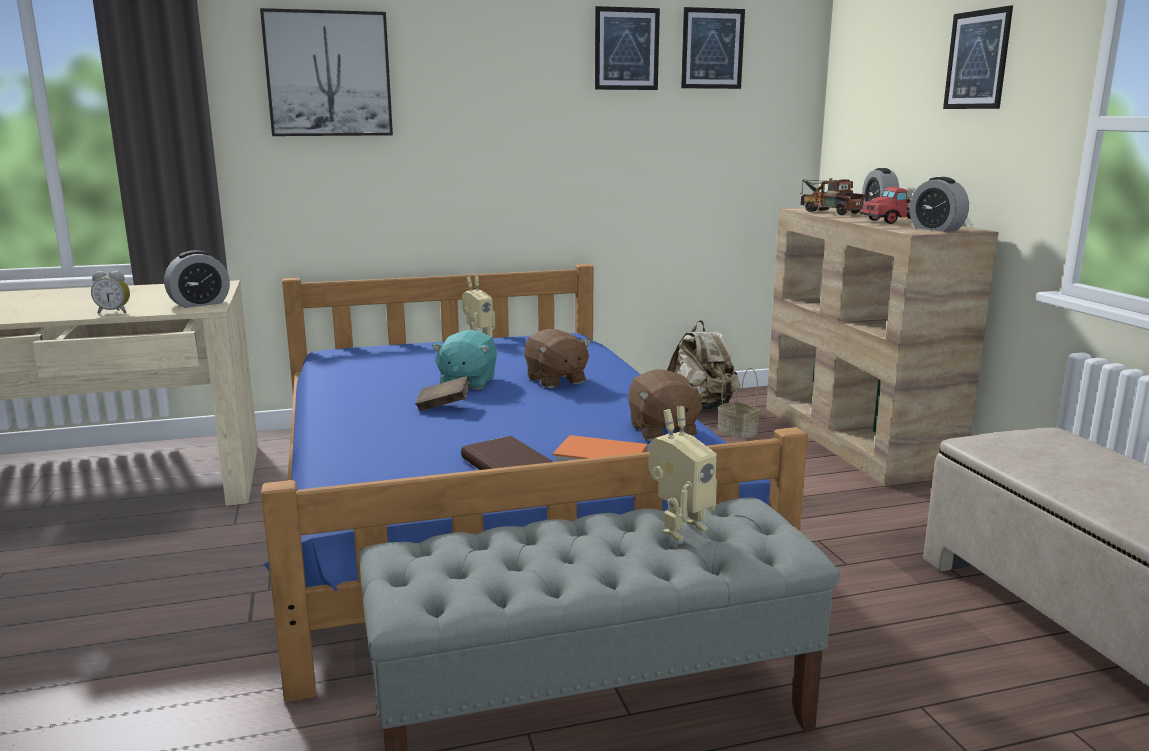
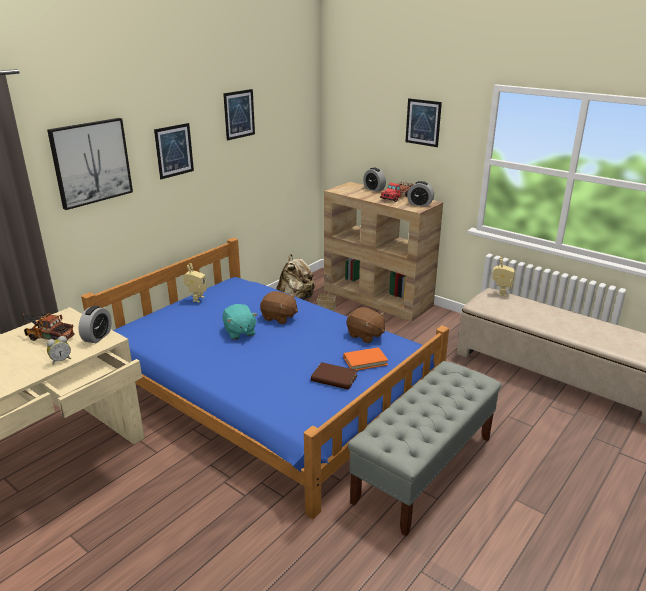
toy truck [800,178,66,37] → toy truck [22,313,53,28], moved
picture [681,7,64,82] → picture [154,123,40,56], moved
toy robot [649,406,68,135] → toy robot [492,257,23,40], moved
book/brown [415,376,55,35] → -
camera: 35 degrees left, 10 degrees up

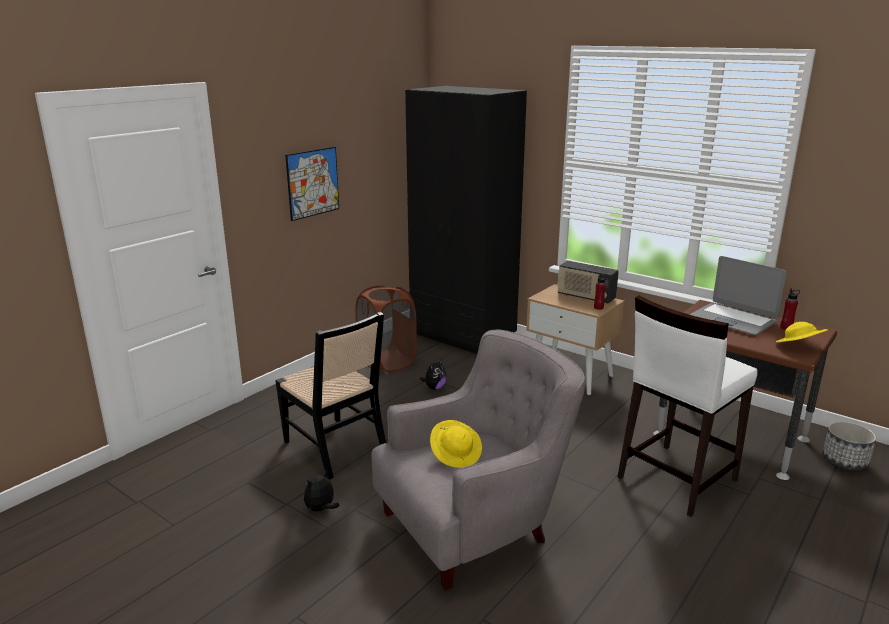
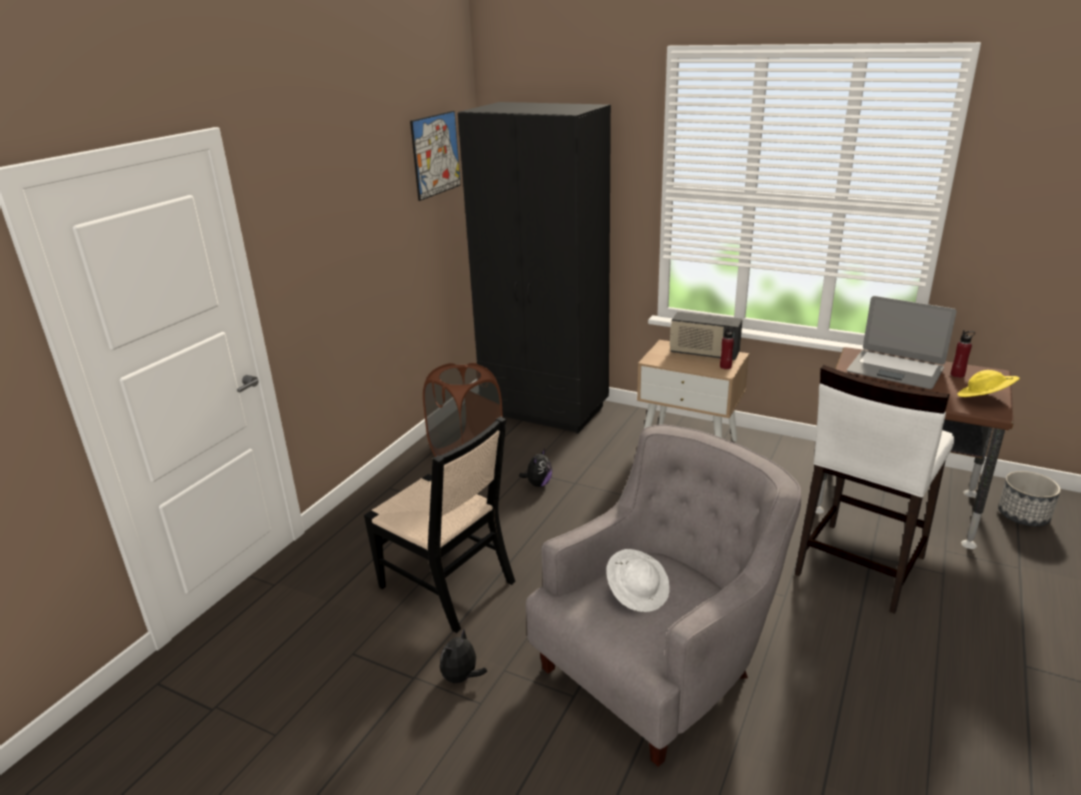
picture [285,147,54,74] → picture [410,111,51,90], moved
hat/yellow [430,420,52,48] → hat/white [606,549,63,63]
camera: 10 degrees left, 5 degrees up

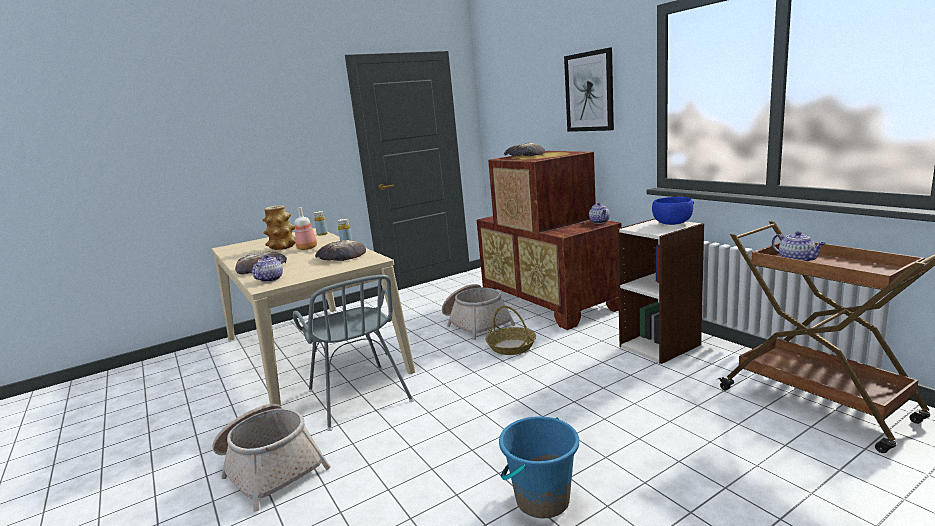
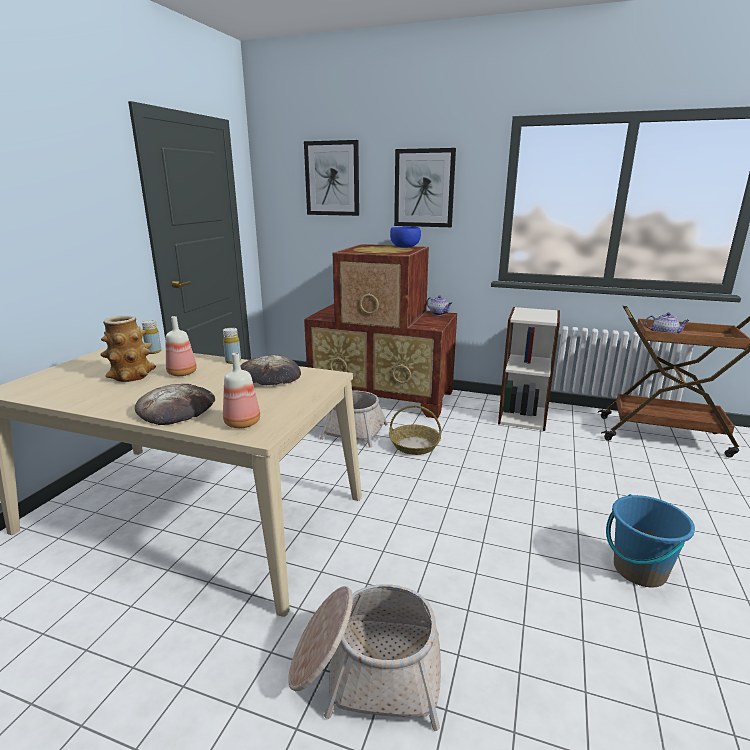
teapot [252,255,31,27] → bottle [223,353,37,75]
- → picture [304,140,55,76]
bowl/blue [652,197,42,28] → bowl/blue [390,226,31,22], moved
chair/grey [293,275,121,156] → -
bread [504,142,41,14] → -
camera: 40 degrees left, 5 degrees up

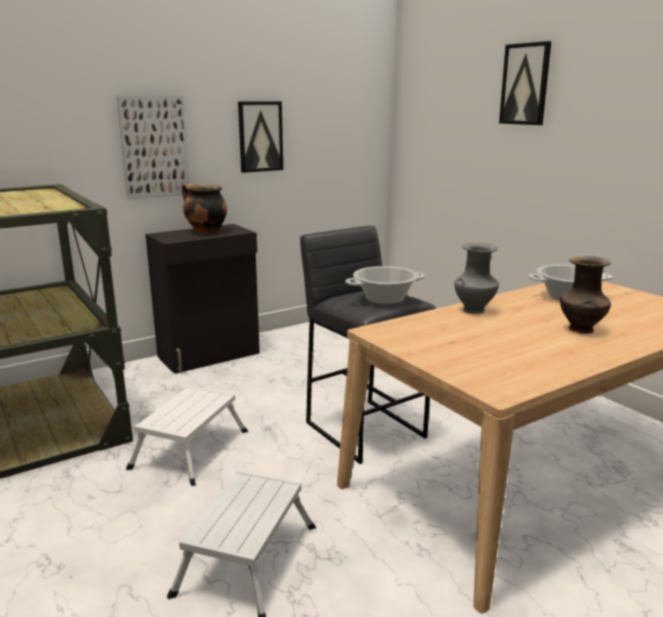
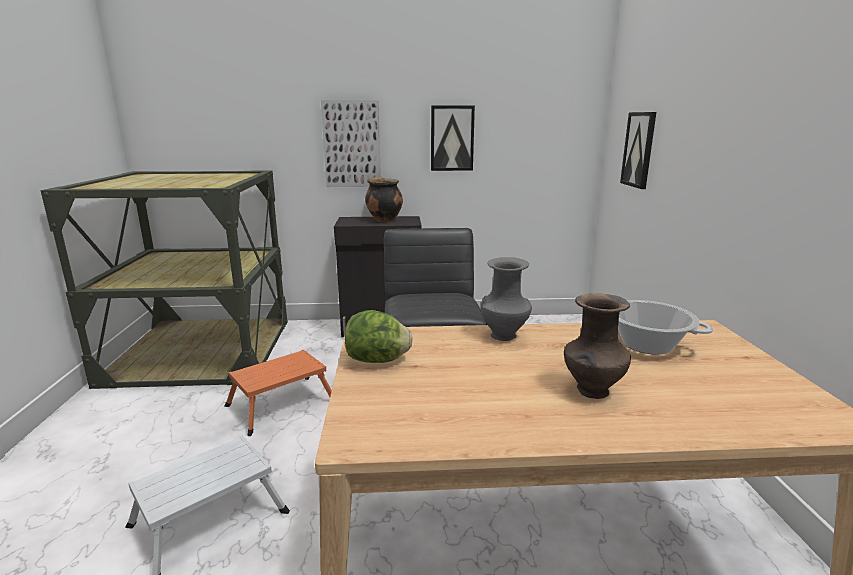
step ladder/white [126,386,122,100] → step ladder/orange [224,350,108,86]
- → lettuce [345,310,68,53]
picture [499,41,52,84] → picture [620,112,36,77], moved
cooking pot [345,266,80,38] → -
camera: 30 degrees right, 0 degrees up

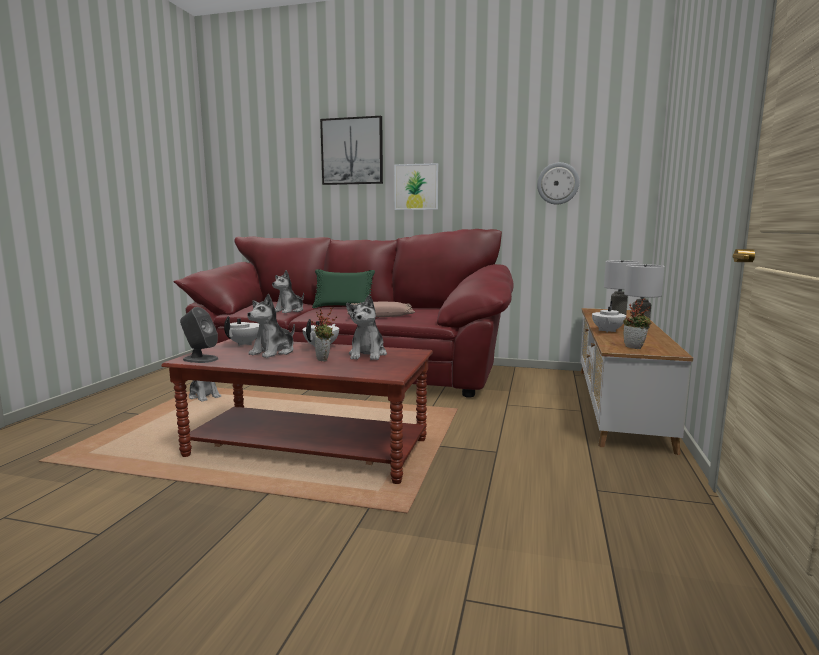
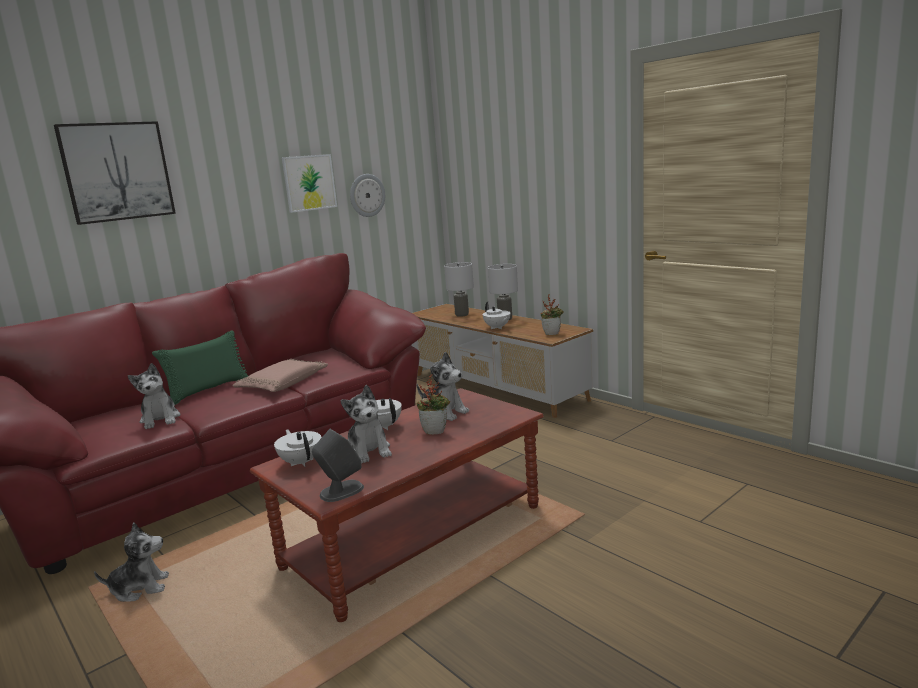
picture [394,163,44,47] → picture [282,154,55,59], moved
camera: 55 degrees left, 5 degrees up

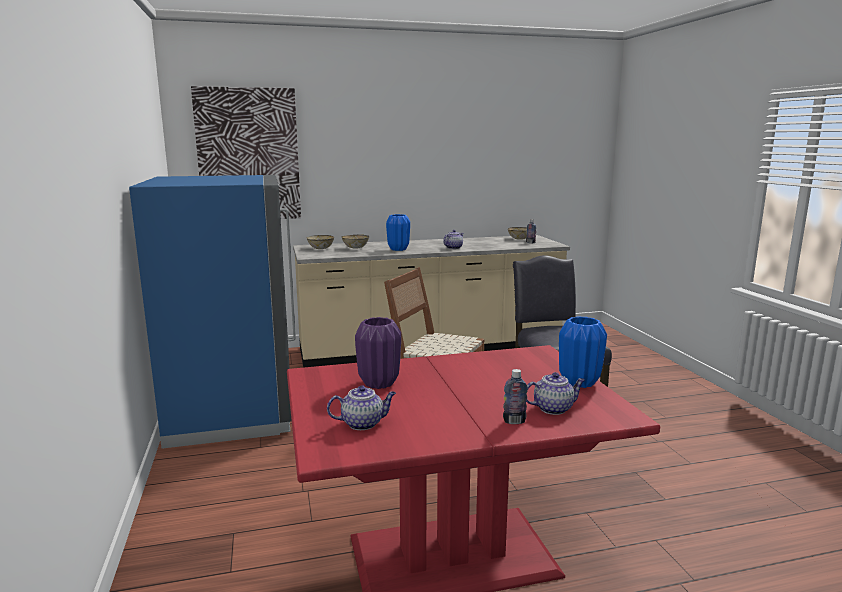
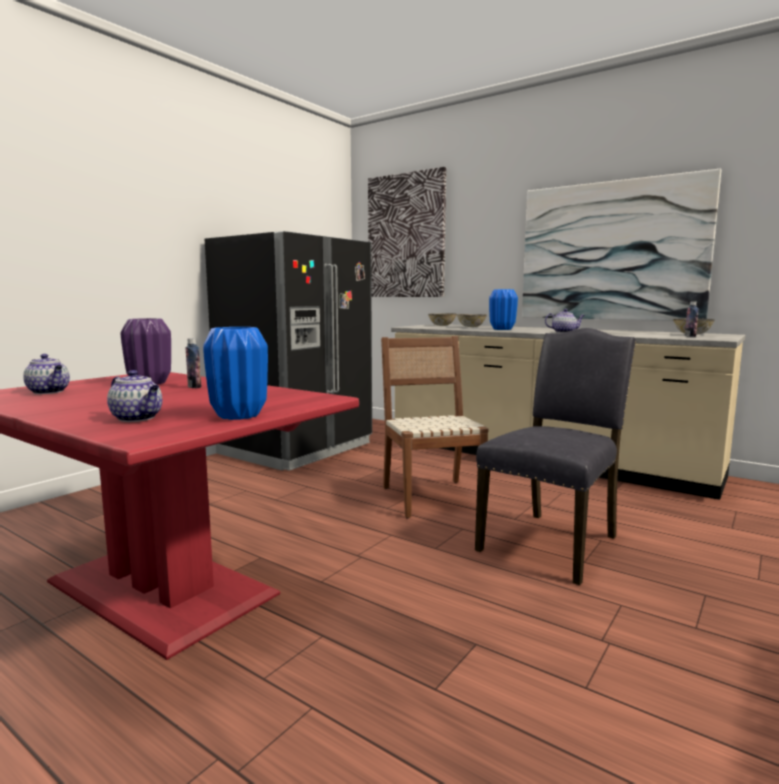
bottle [503,369,25,55] → bottle [185,338,16,50], moved
fridge/blue [129,175,167,274] → fridge/black [205,231,167,240]
- → picture [522,169,199,152]
camera: 50 degrees right, 5 degrees down

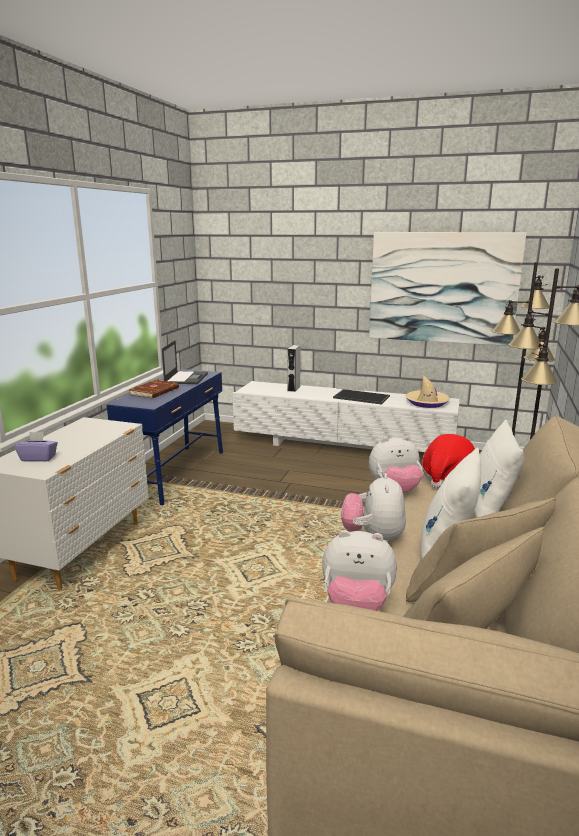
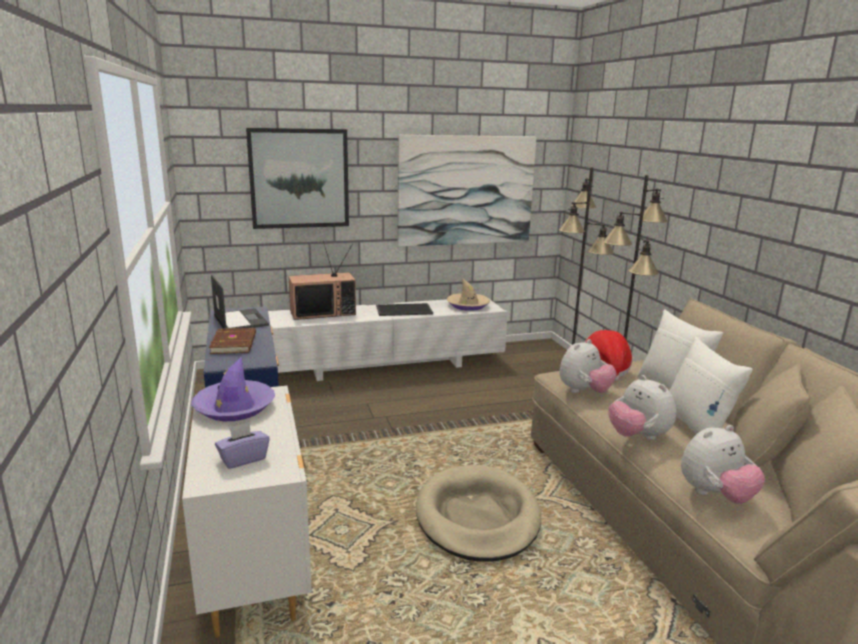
- → hat/purple [191,357,84,64]
- → picture [246,128,103,101]
speaker/grey [288,345,13,47] → television [289,240,67,80]
- → dog bed/beige [416,465,125,97]
camera: 35 degrees left, 0 degrees up

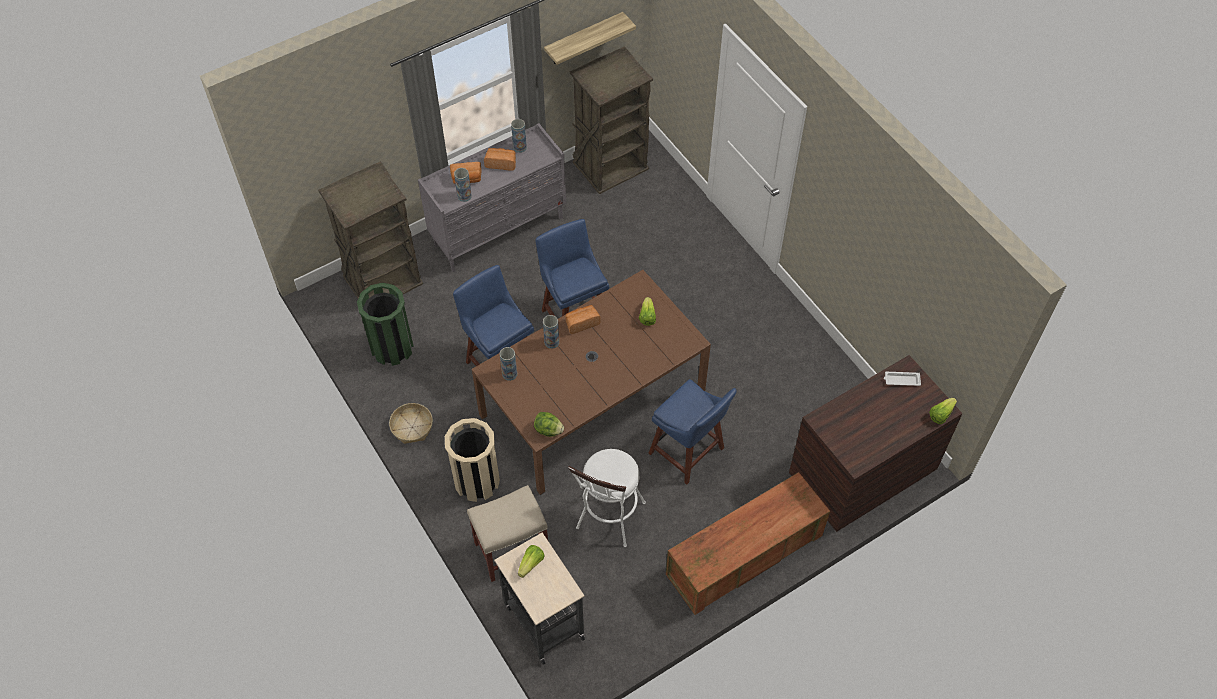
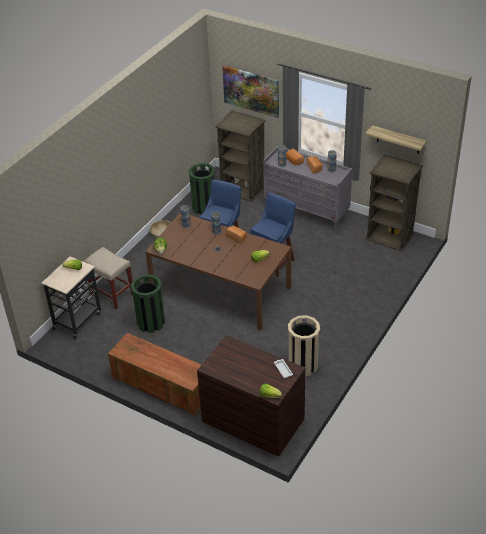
stool/white [568,449,78,98] → trash can/green [131,274,34,59]
- → picture [222,65,57,53]
trash can/beige [445,418,55,84] → trash can/beige [288,315,32,61], moved
chair/blue [649,379,88,106] → -
camera: 65 degrees right, 15 degrees down

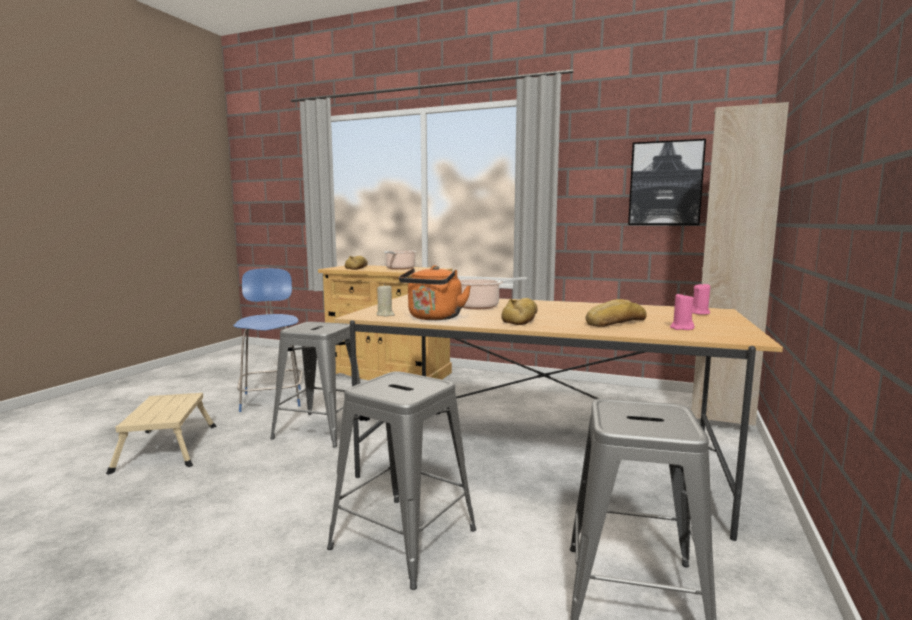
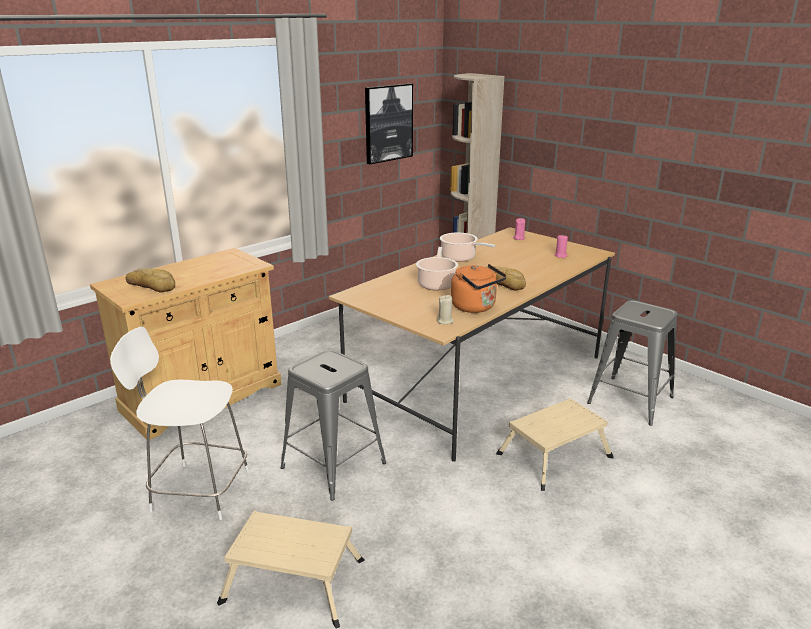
chair/blue [233,268,70,144] → chair/white [110,327,139,193]
cooking pot [384,250,33,20] → cooking pot [440,233,55,29], moved
stool/grey [327,371,149,219] → step ladder/beige [496,398,118,93]
bread [585,299,62,28] → -
camera: 65 degrees left, 15 degrees up

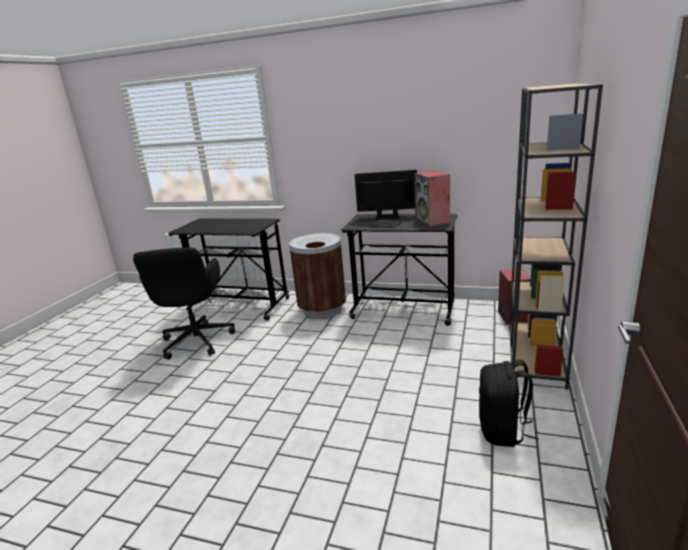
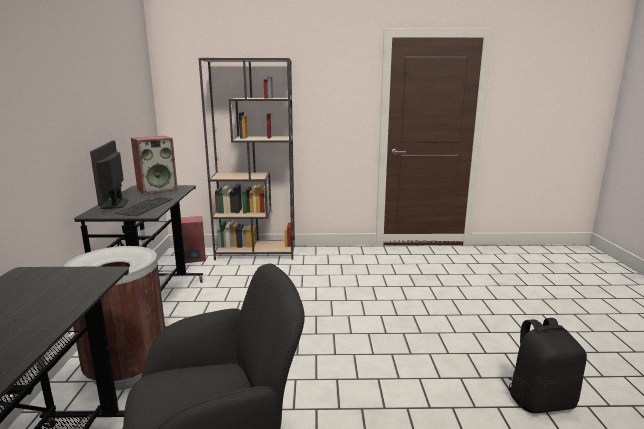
backpack/black [479,360,59,87] → backpack/black [508,318,79,95], moved
camera: 110 degrees left, 5 degrees down

